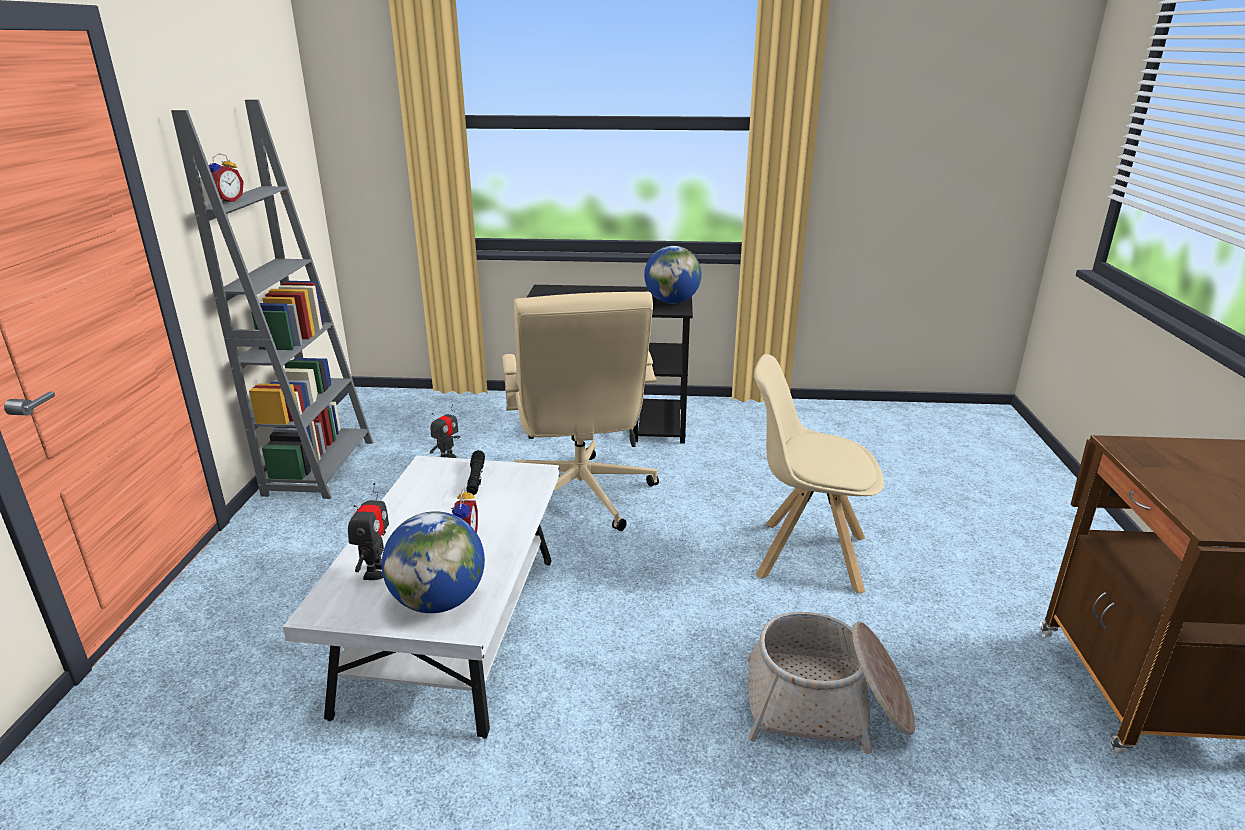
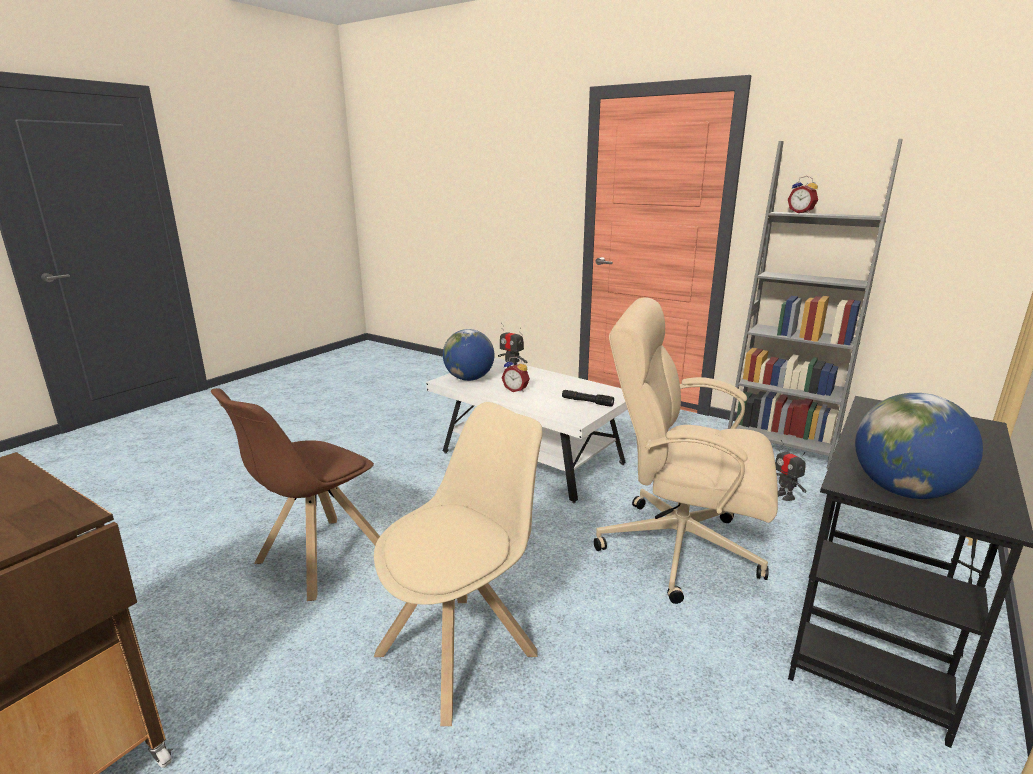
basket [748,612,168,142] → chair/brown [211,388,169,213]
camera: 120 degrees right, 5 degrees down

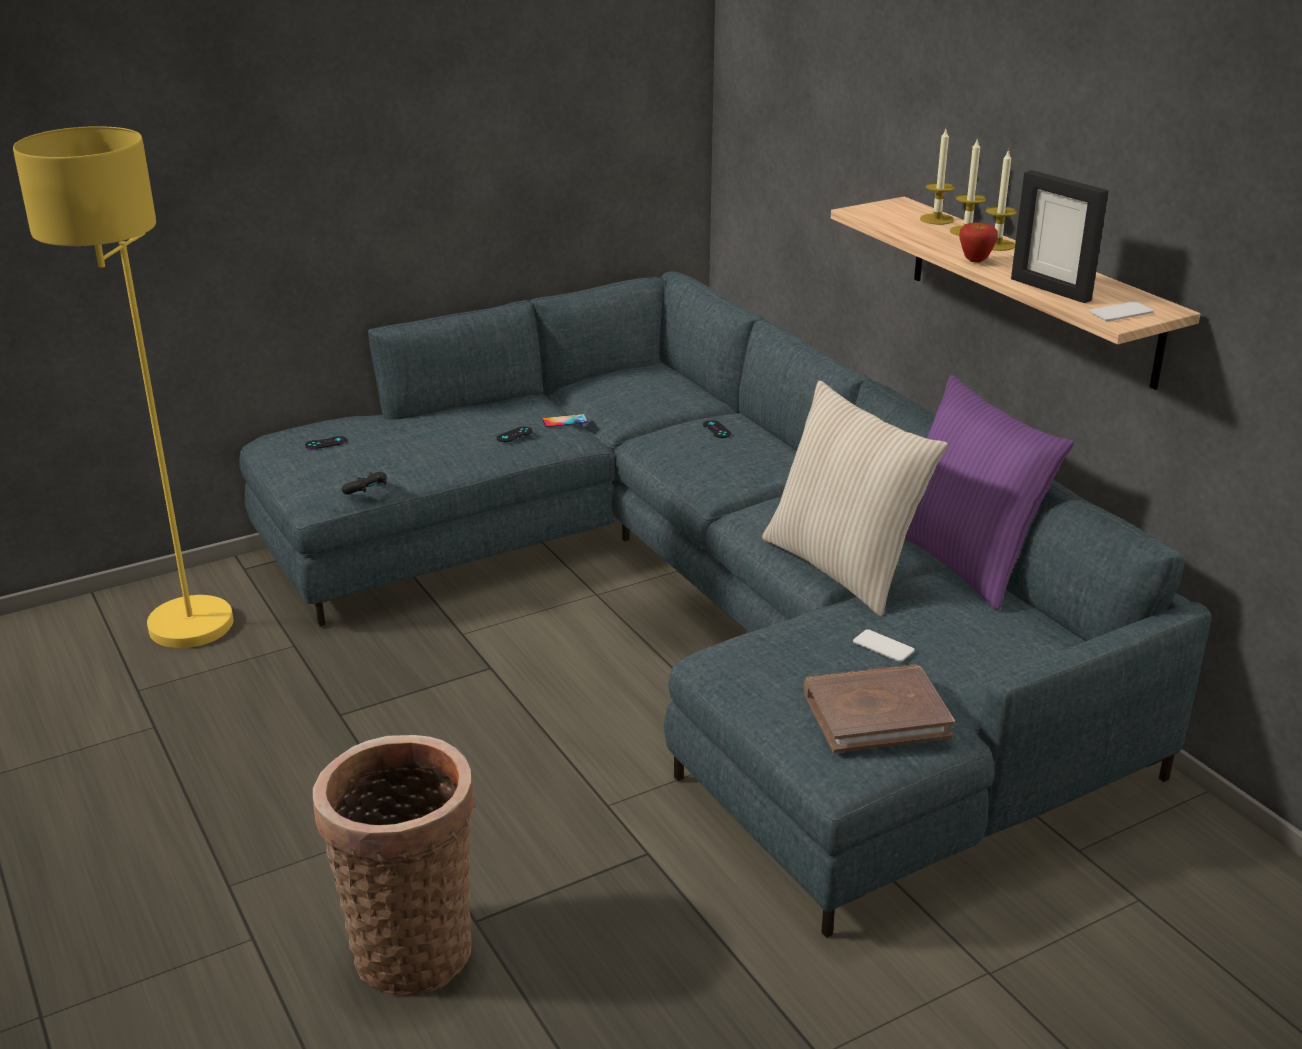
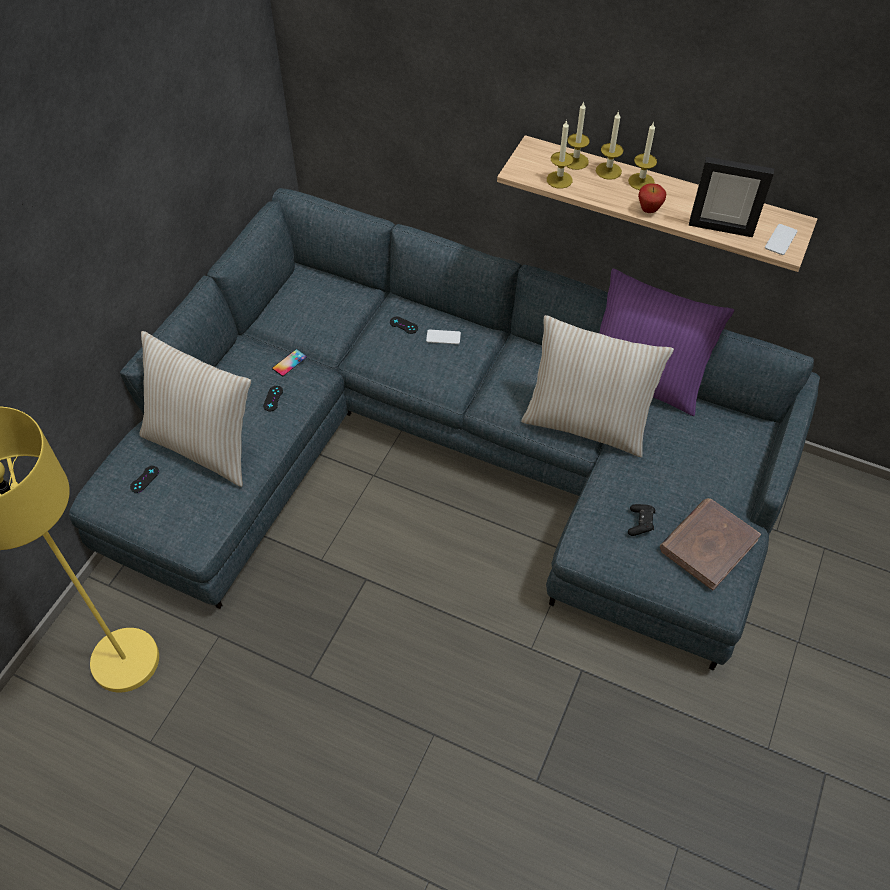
- → pillow/beige [139,331,112,156]
phone [853,629,62,33] → phone [426,329,35,15], moved
- → candle [547,120,26,69]
game controller/black [342,472,45,23] → game controller/black [628,504,27,32], moved
basket [313,735,162,261] → -
camera: 35 degrees left, 25 degrees up

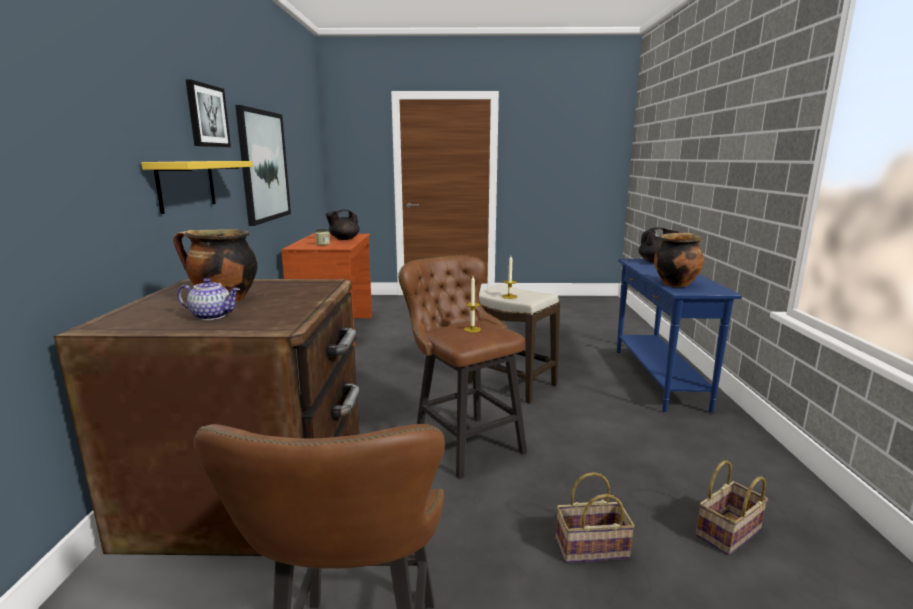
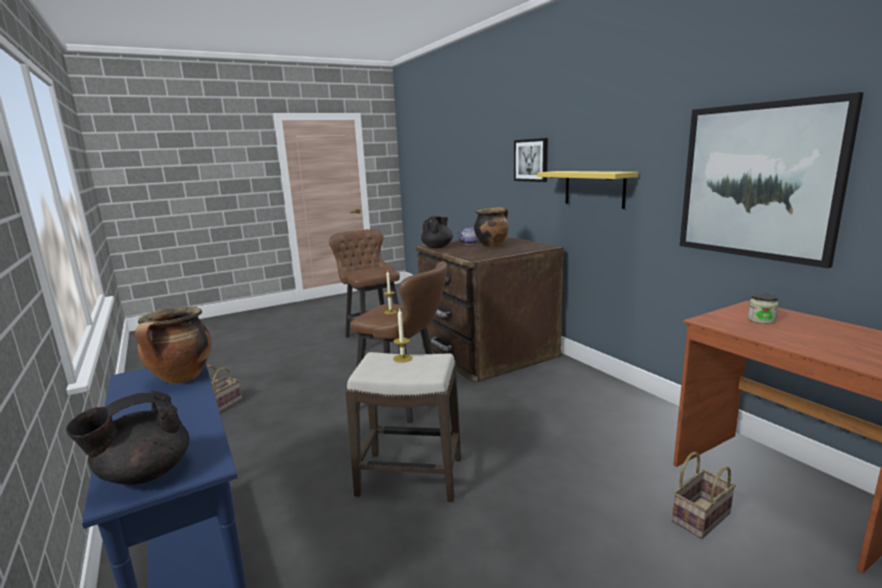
teapot/black [325,210,35,30] → teapot/black [421,216,32,32], moved
picture [186,80,45,67] → picture [514,138,34,44], moved
basket [556,472,79,91] → basket [672,452,64,87], moved
camera: 150 degrees right, 0 degrees up

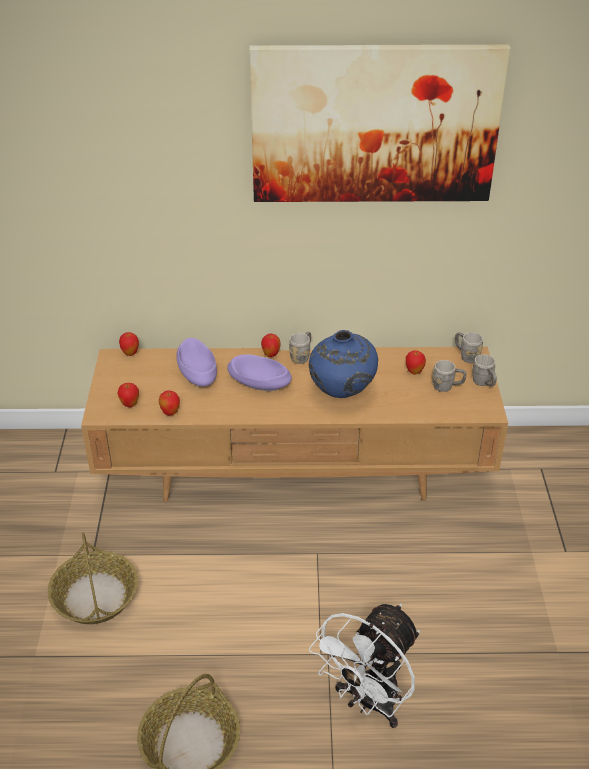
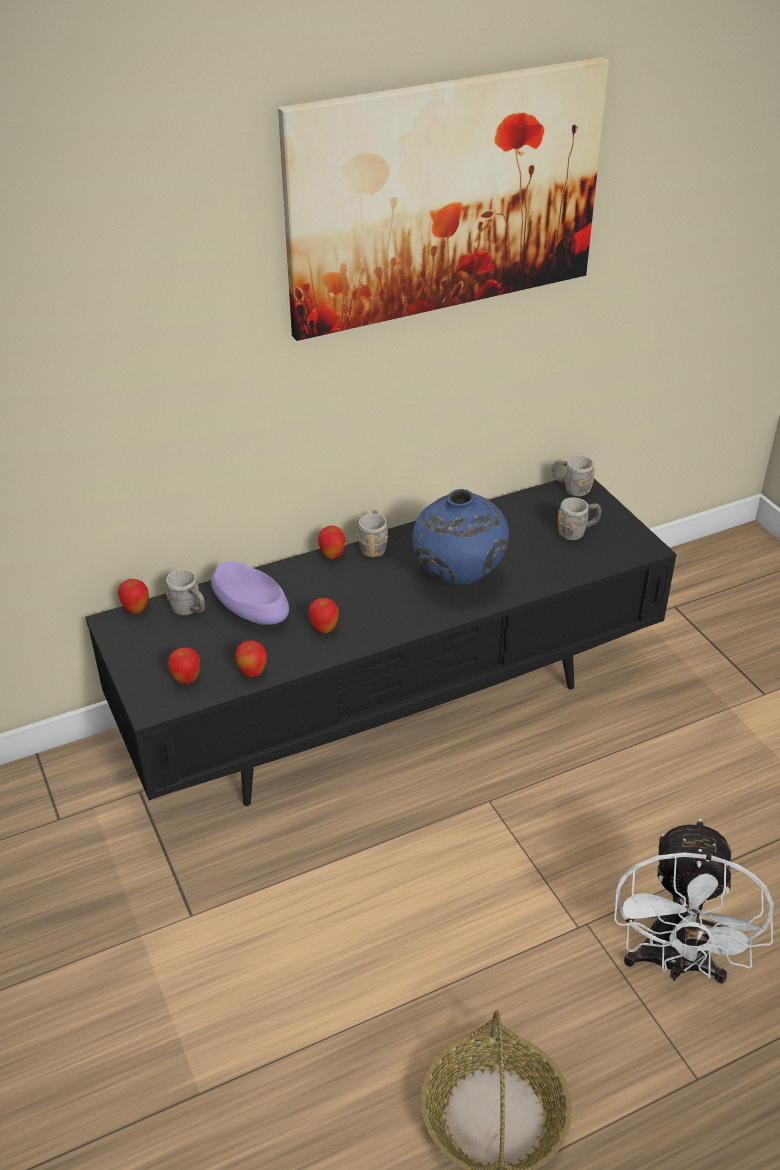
tv stand/beige [81,347,427,155] → tv stand/black [85,478,592,328]
mug/grey [472,354,25,33] → mug/grey [166,569,39,46], moved
apple [406,350,20,25] → apple [308,598,31,36], moved
basket [48,532,90,92] → -
bowl/purple [227,354,65,37] → -
camera: 25 degrees left, 0 degrees up

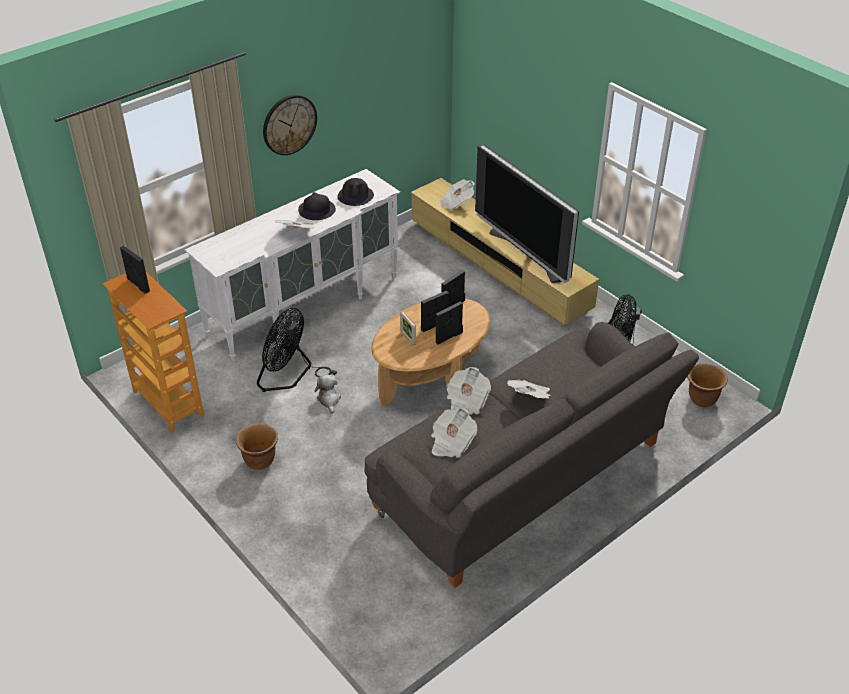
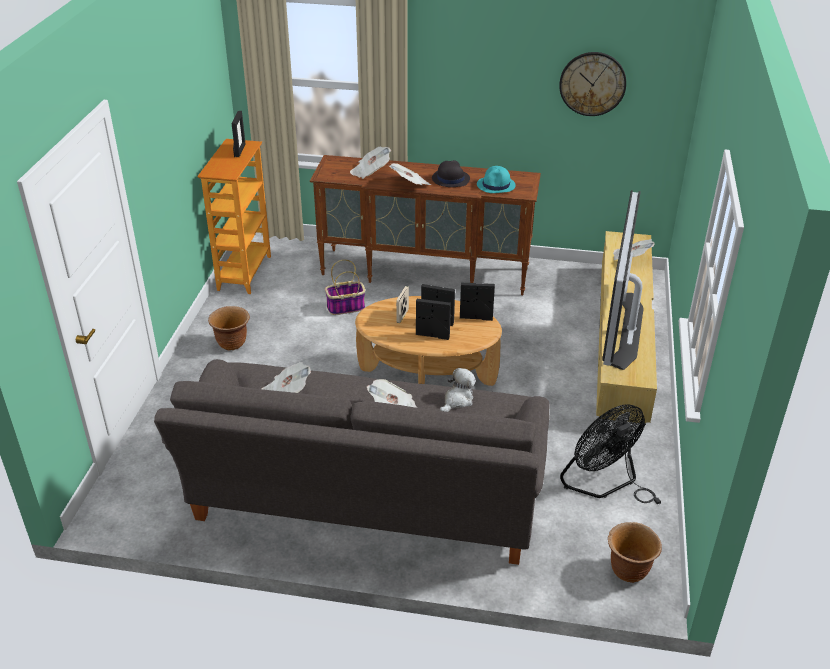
cabinet/white [184,169,216,192] → cabinet/brown [310,155,231,140]
fan/black [257,308,80,84] → basket [325,260,40,55]
newspaper [446,367,45,48] → newspaper [350,147,41,32], moved
plush toy [315,375,26,39] → plush toy [440,368,36,44], moved
hat/black [337,178,37,28] → hat/turquoise [477,166,39,27]
wall clock [263,95,54,60] → wall clock [559,52,67,64], moved
camera: 50 degrees right, 5 degrees down

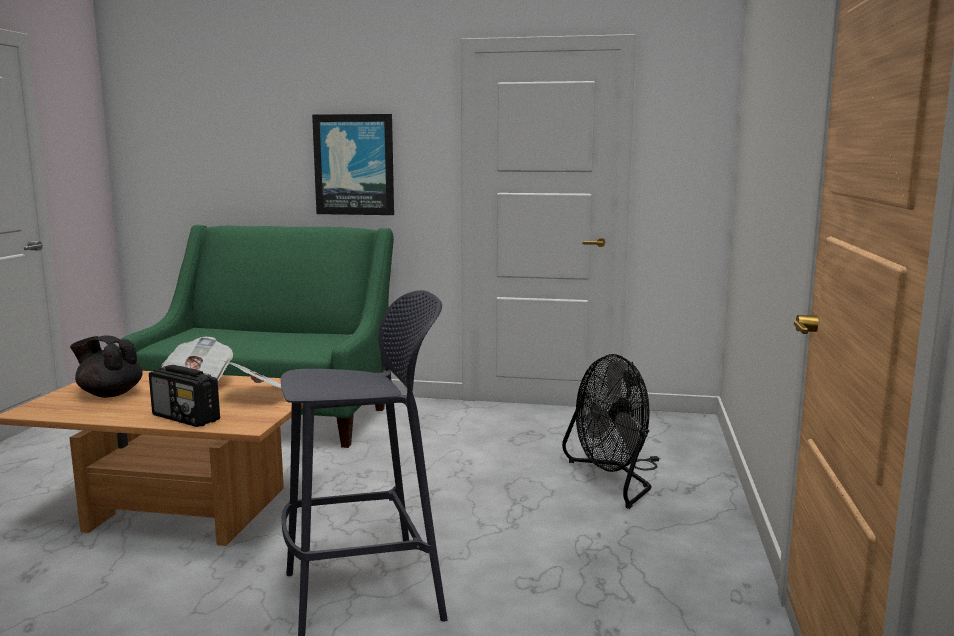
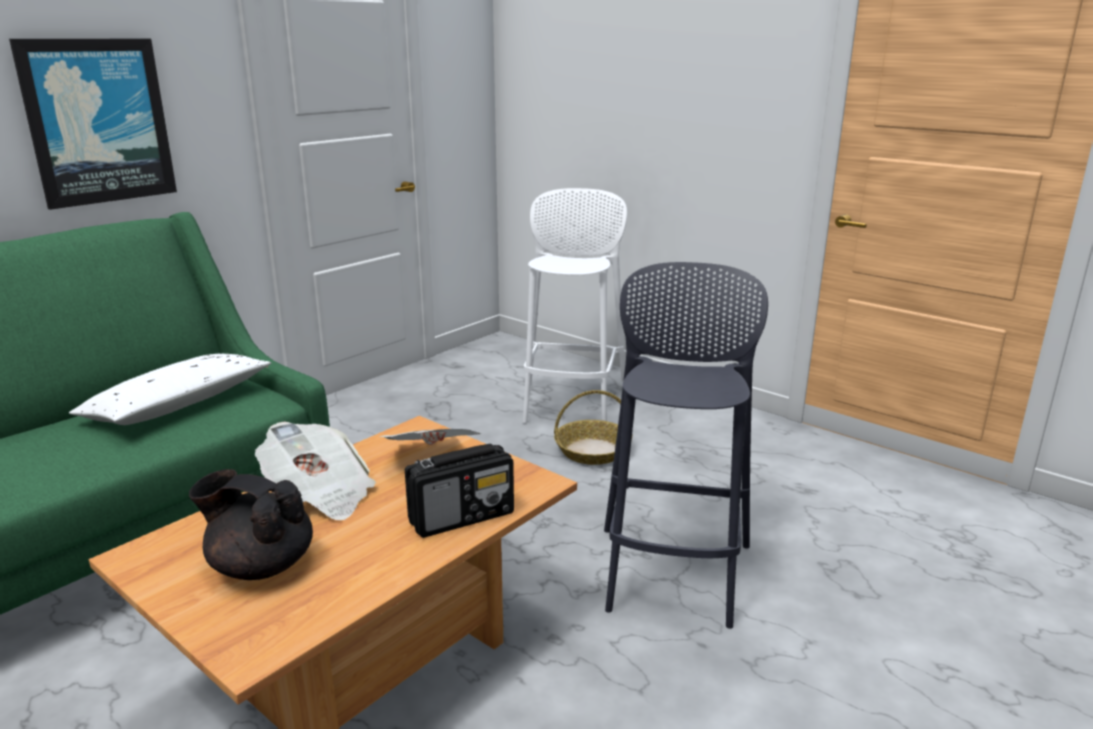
- → pillow/white [69,354,202,71]
teapot/black [70,335,73,63] → teapot/black [189,469,124,111], 60 degrees clockwise
fan/black [562,354,99,155] → stool/white [523,188,104,235]
- → basket [554,390,78,75]
camera: 60 degrees left, 10 degrees up

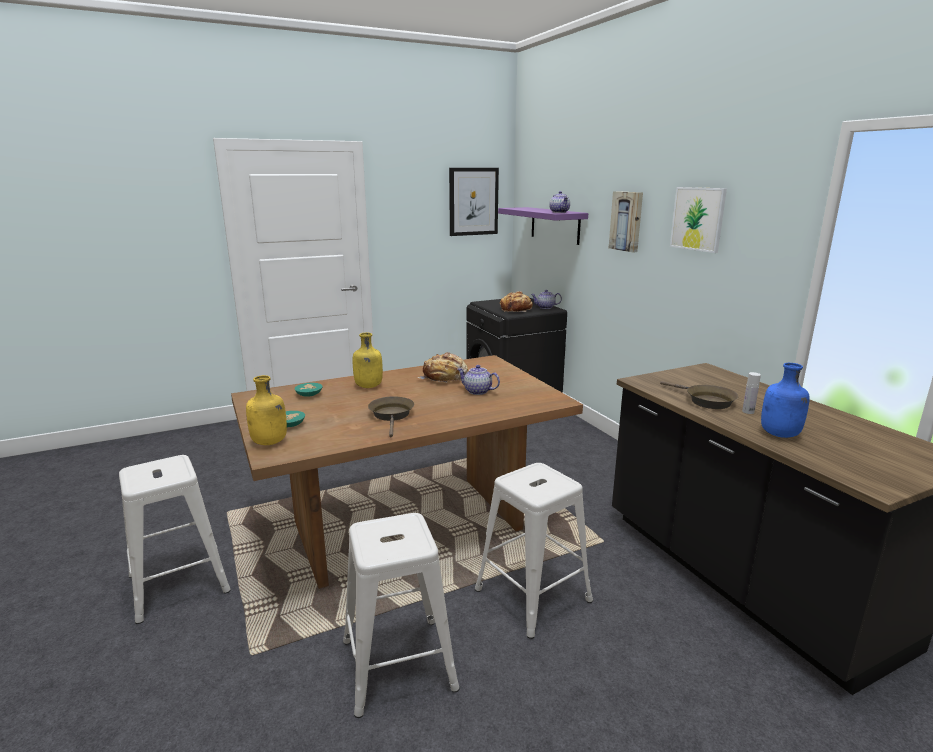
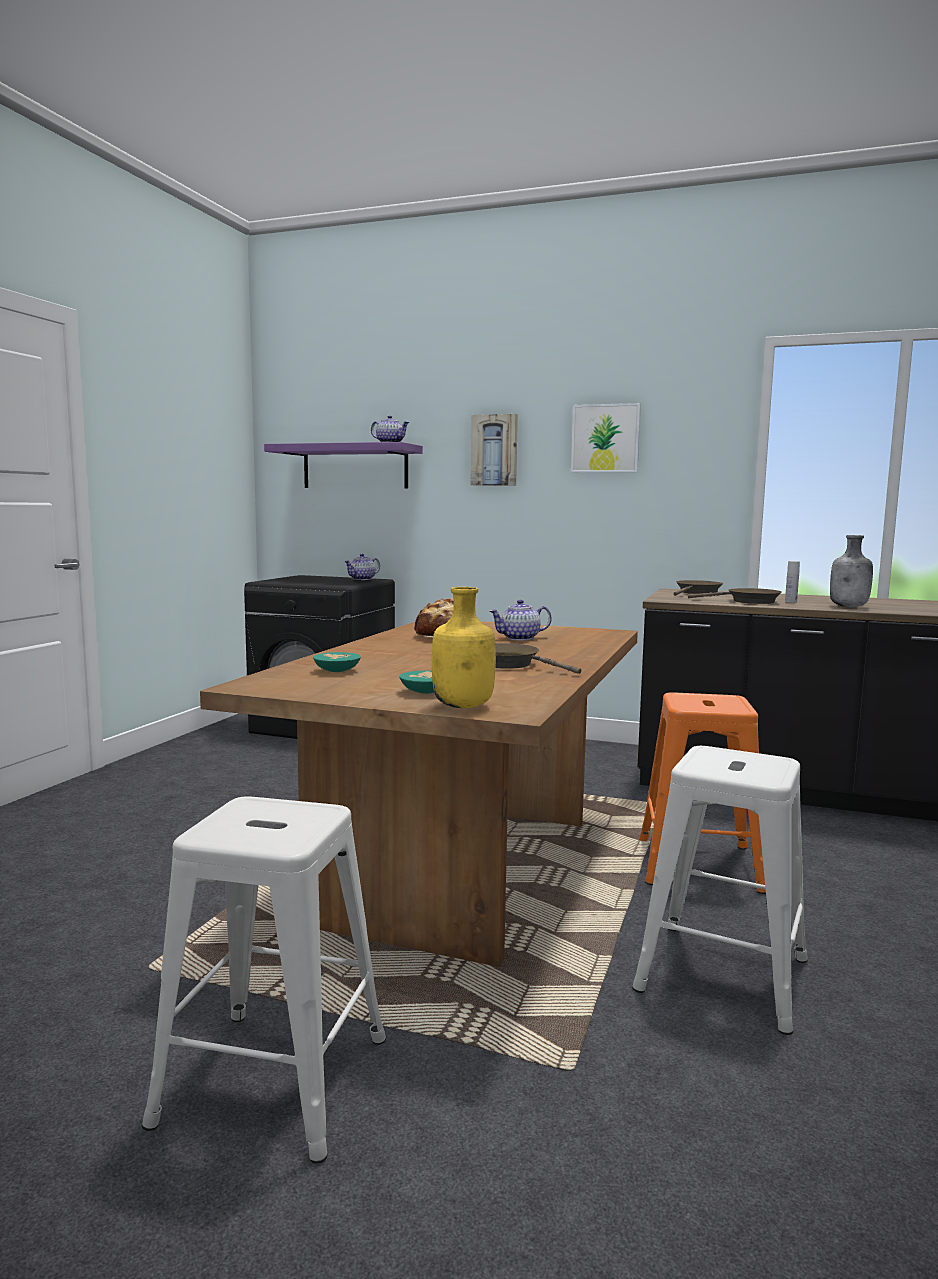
stool/white [475,463,118,176] → stool/orange [639,692,127,202]
- → frying pan/brown [673,580,51,16]
bottle/blue [761,363,49,75] → bottle/grey [830,535,43,72]
bottle/yellow [352,332,31,56] → -
picture [449,168,50,68] → -
bread [500,291,33,21] → -
camera: 45 degrees left, 10 degrees down

